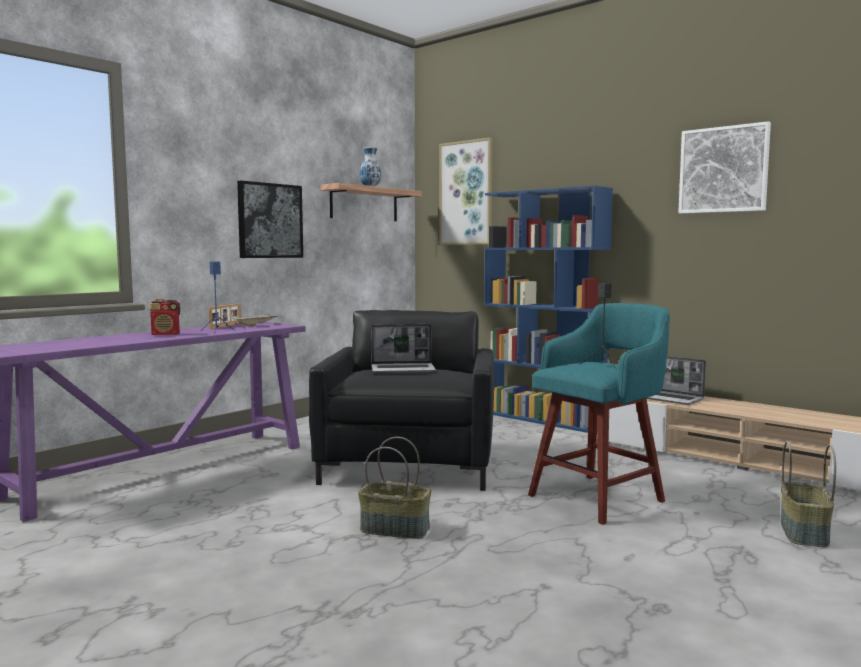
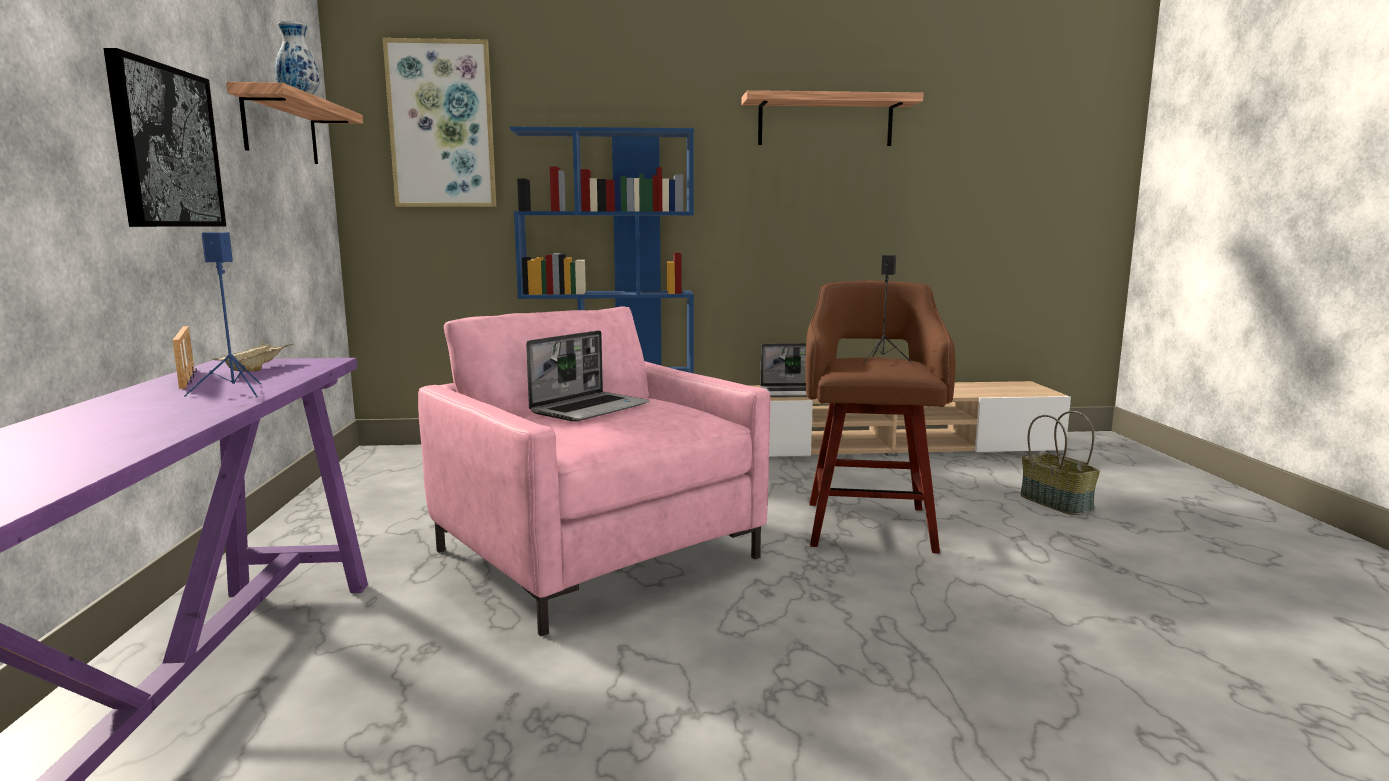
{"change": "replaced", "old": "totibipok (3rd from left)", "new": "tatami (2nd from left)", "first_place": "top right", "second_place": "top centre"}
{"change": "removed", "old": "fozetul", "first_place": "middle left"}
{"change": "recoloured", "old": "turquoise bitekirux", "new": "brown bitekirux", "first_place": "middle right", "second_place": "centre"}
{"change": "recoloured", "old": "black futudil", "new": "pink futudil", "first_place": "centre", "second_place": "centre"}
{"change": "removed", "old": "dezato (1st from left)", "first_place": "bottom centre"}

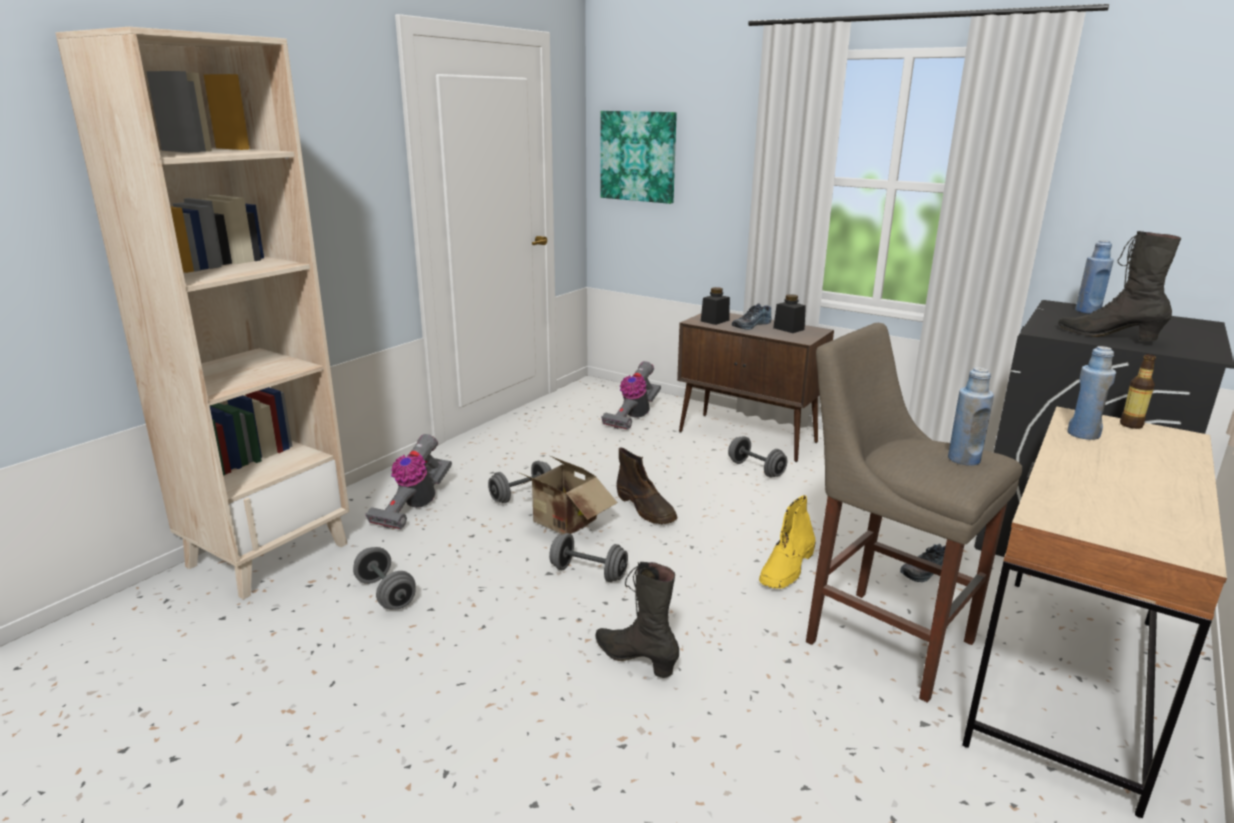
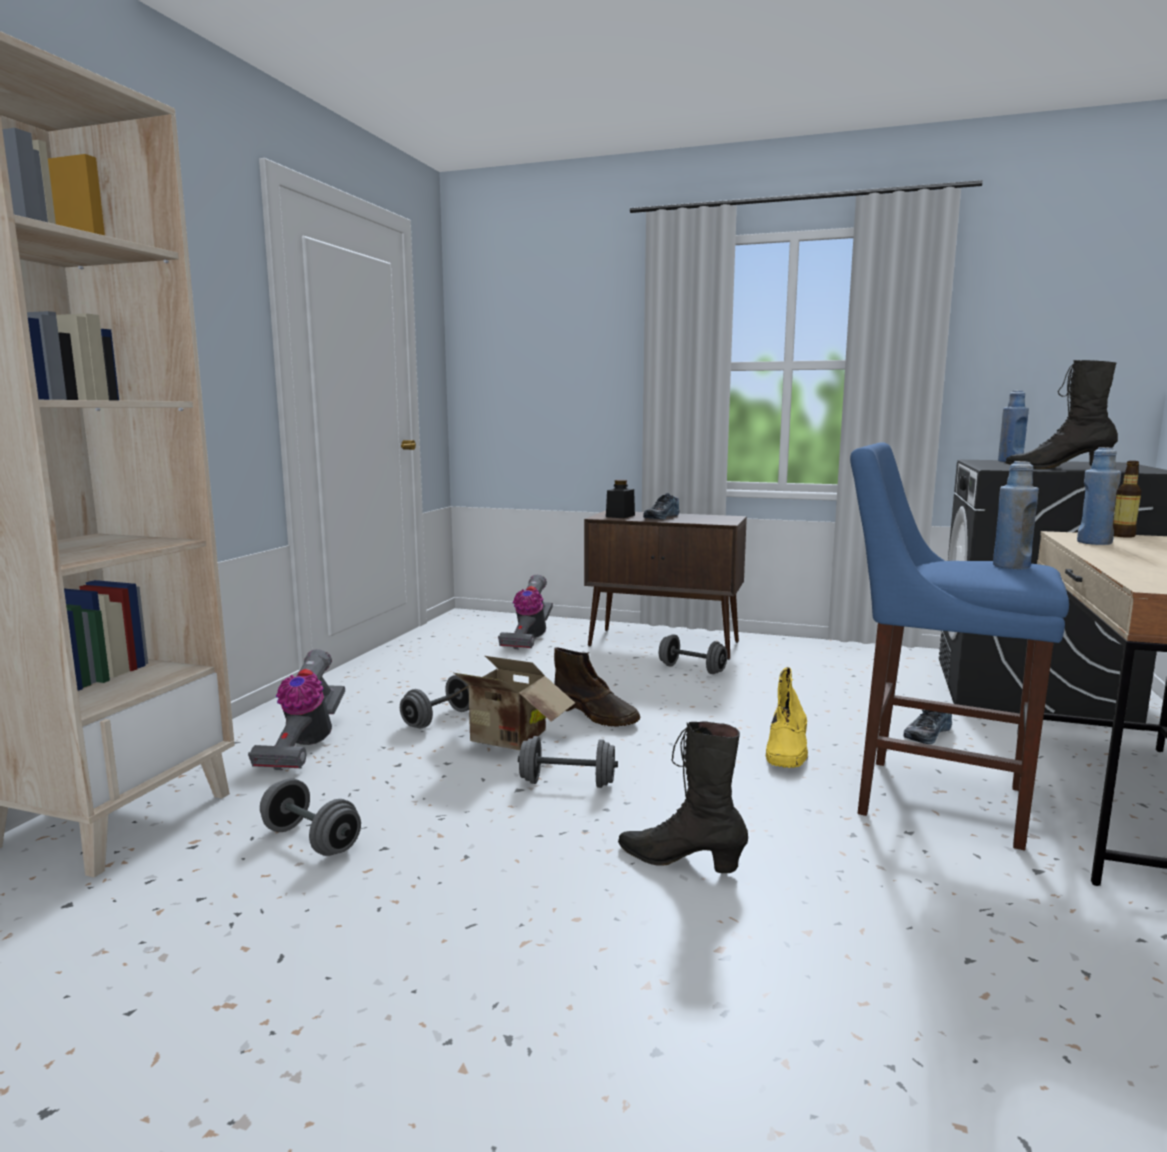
{"change": "removed", "old": "totibipok", "first_place": "top centre"}
{"change": "removed", "old": "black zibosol (2nd from left)", "first_place": "centre"}
{"change": "recoloured", "old": "beige bitekirux", "new": "blue bitekirux", "first_place": "middle right", "second_place": "middle right"}

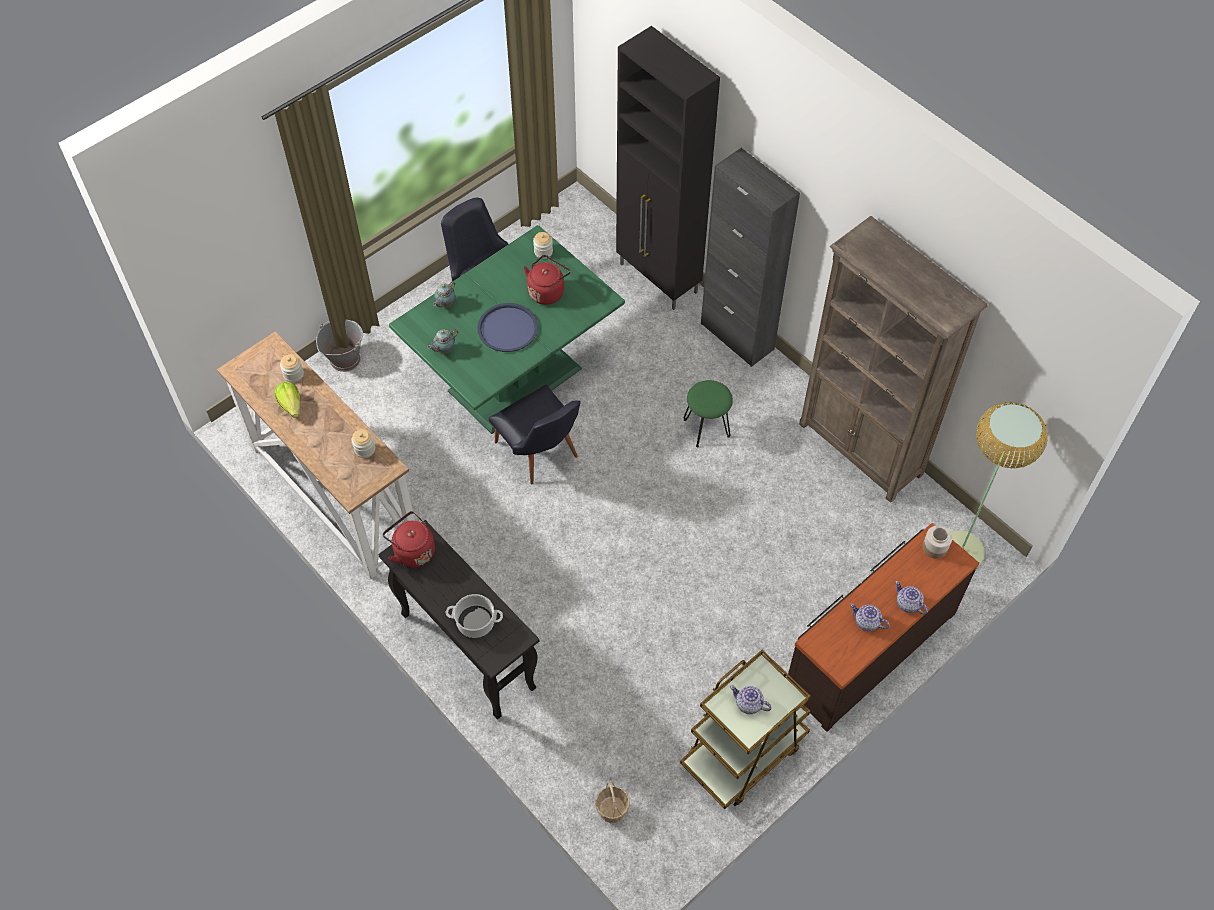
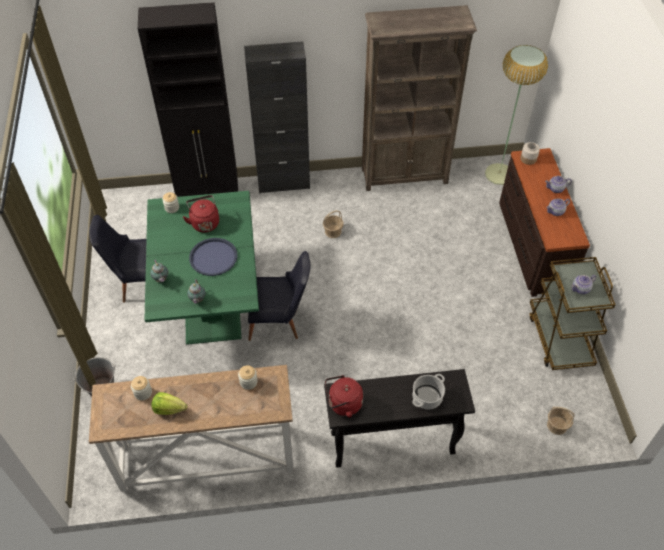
{"change": "replaced", "old": "green bitekirux", "new": "dezato (1st from left)", "first_place": "centre", "second_place": "centre"}

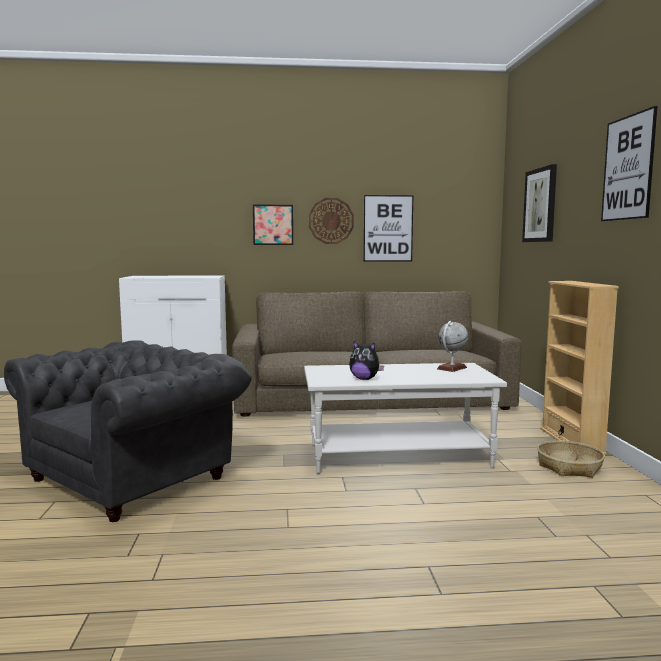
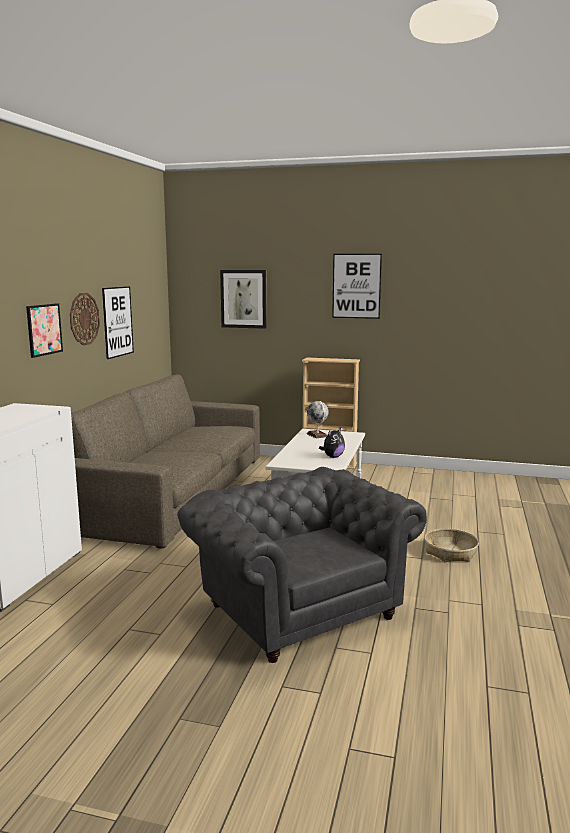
{"change": "moved", "old": "dezato", "first_place": "bottom right", "second_place": "middle right"}

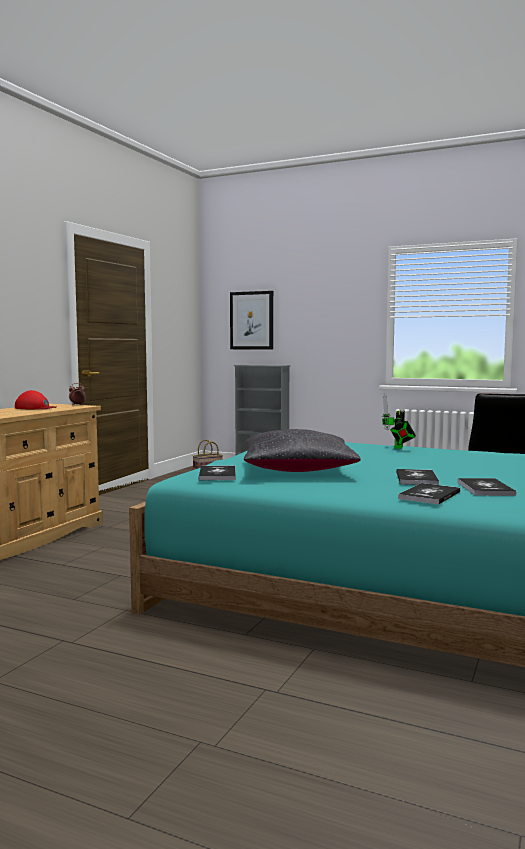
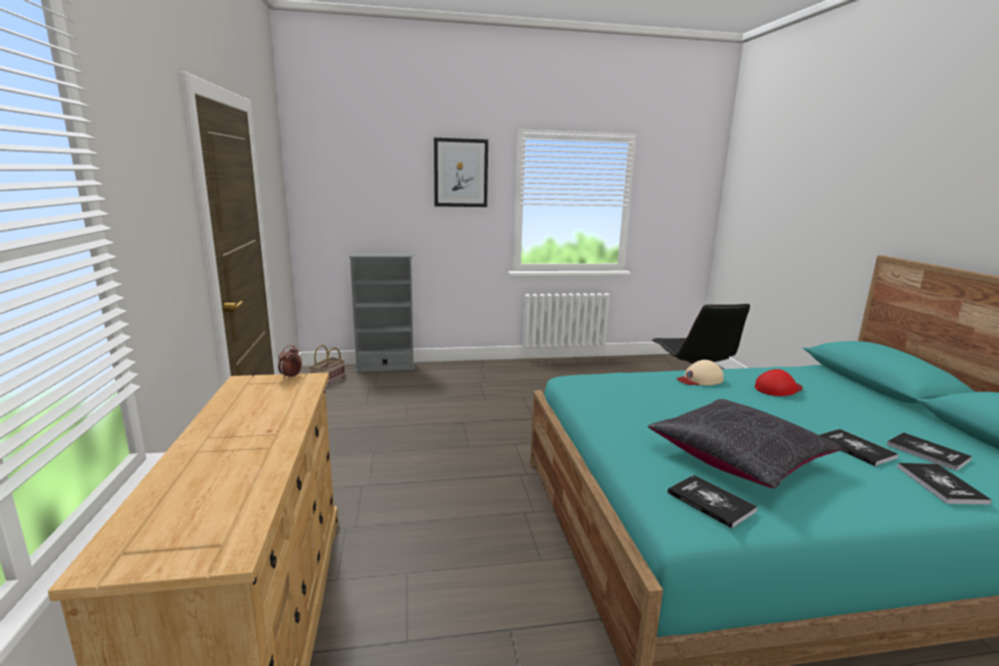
{"change": "moved", "old": "totibipok", "first_place": "centre", "second_place": "top centre"}
{"change": "moved", "old": "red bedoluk", "first_place": "middle left", "second_place": "middle right"}
{"change": "replaced", "old": "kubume", "new": "beige bedoluk", "first_place": "middle right", "second_place": "middle right"}

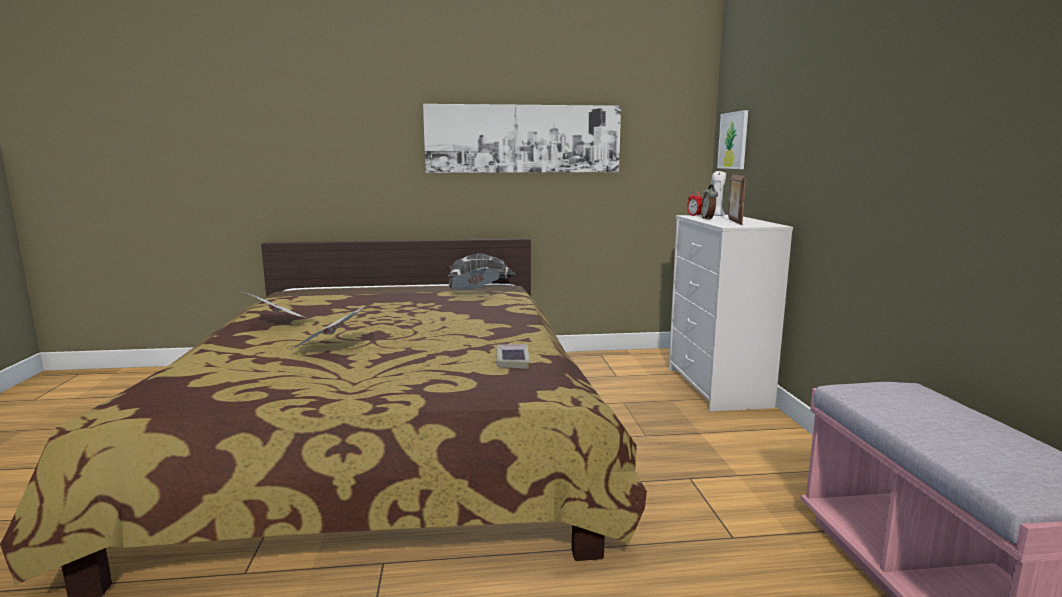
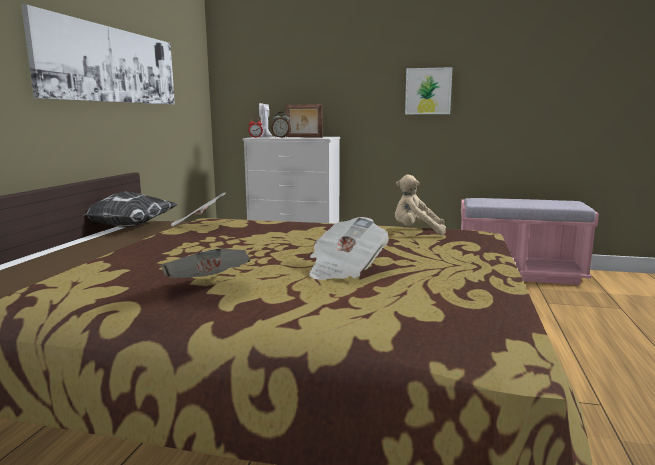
{"change": "moved", "old": "totibipok (2nd from left)", "first_place": "top right", "second_place": "top centre"}
{"change": "replaced", "old": "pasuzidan", "new": "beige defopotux", "first_place": "centre", "second_place": "centre"}

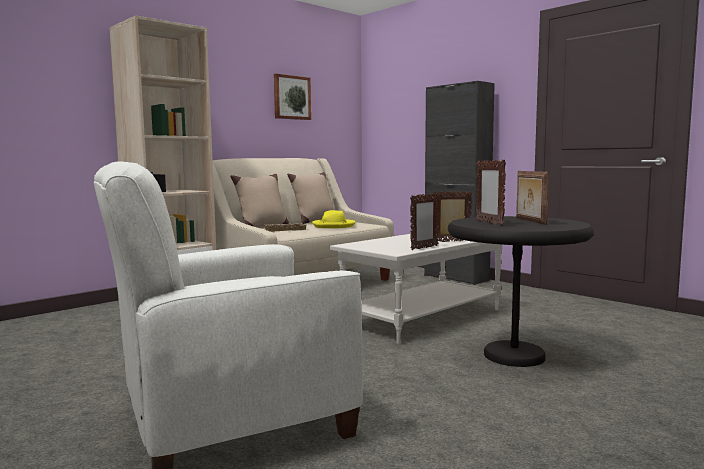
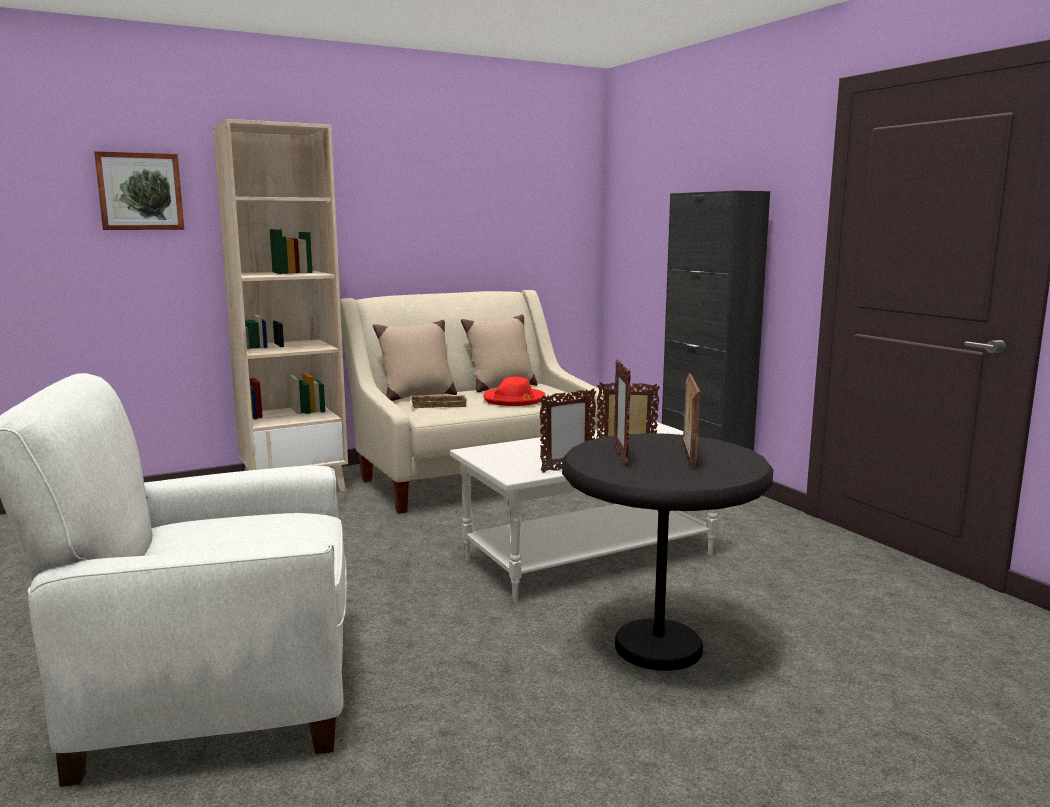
{"change": "moved", "old": "totibipok", "first_place": "top centre", "second_place": "top left"}
{"change": "recoloured", "old": "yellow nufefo", "new": "red nufefo", "first_place": "centre", "second_place": "centre"}

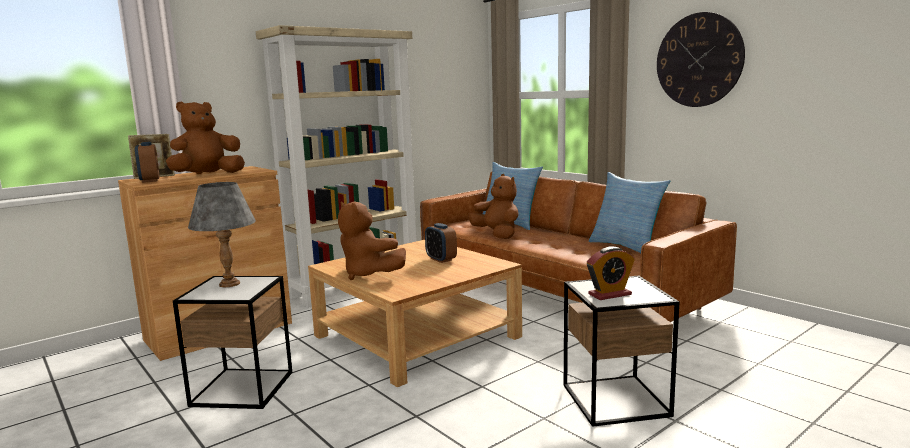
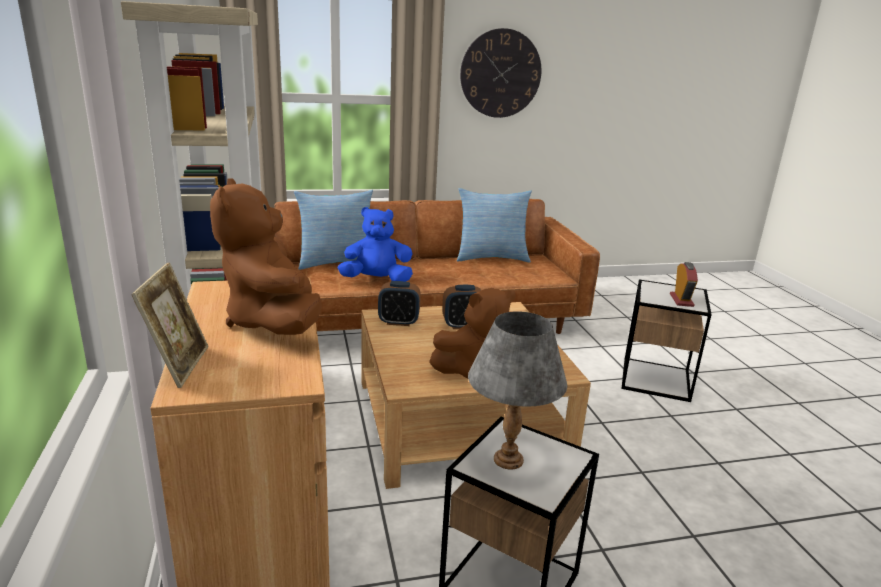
{"change": "moved", "old": "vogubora (1st from left)", "first_place": "middle left", "second_place": "centre"}
{"change": "recoloured", "old": "brown defopotux (3rd from left)", "new": "blue defopotux", "first_place": "centre", "second_place": "centre"}

